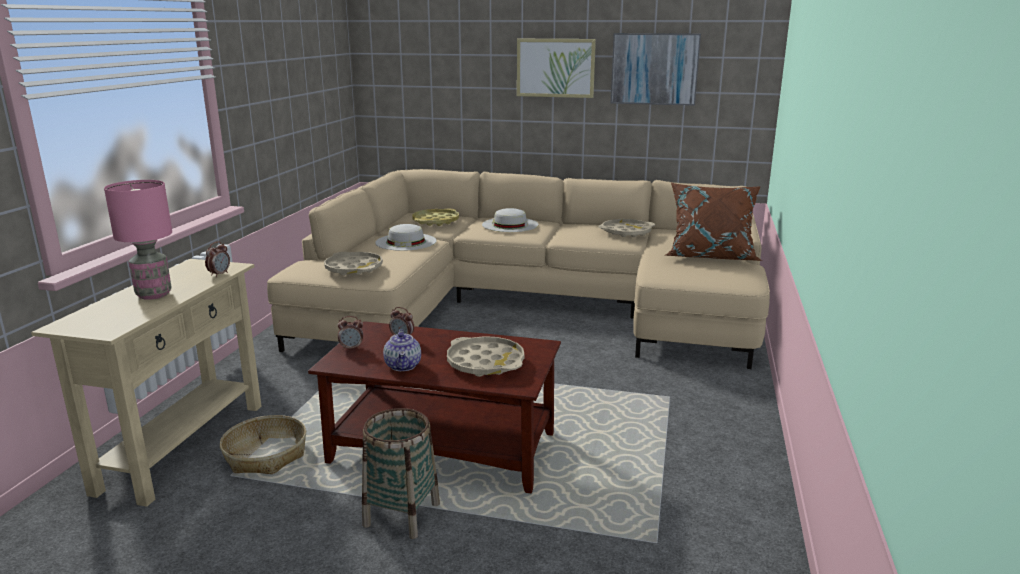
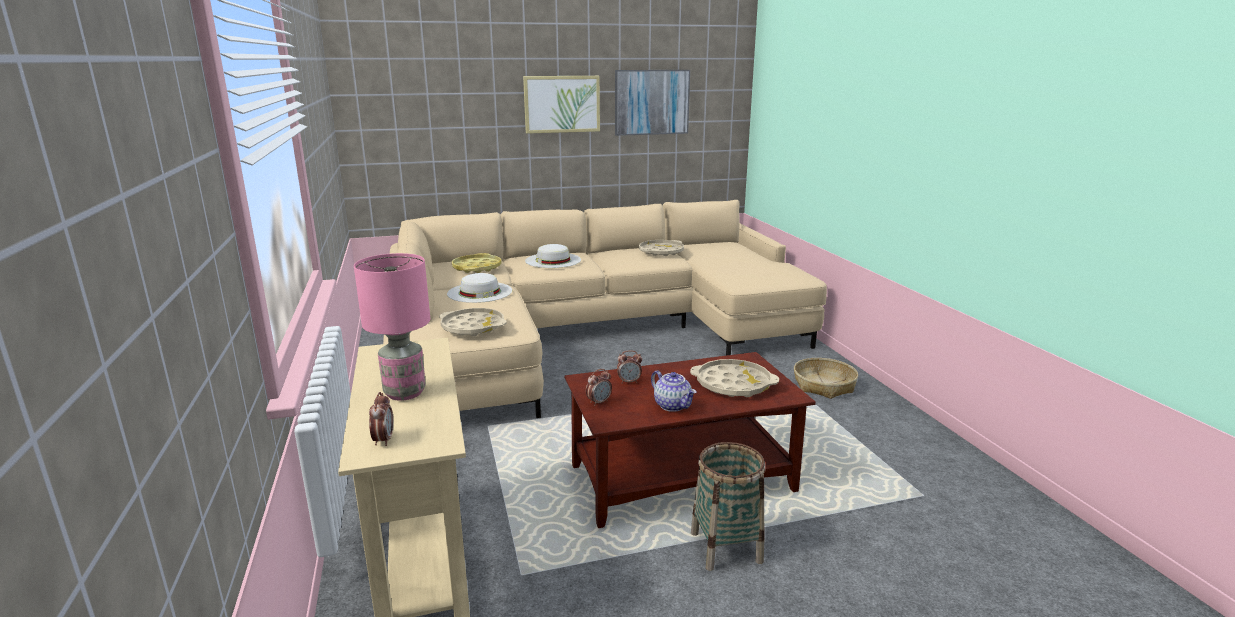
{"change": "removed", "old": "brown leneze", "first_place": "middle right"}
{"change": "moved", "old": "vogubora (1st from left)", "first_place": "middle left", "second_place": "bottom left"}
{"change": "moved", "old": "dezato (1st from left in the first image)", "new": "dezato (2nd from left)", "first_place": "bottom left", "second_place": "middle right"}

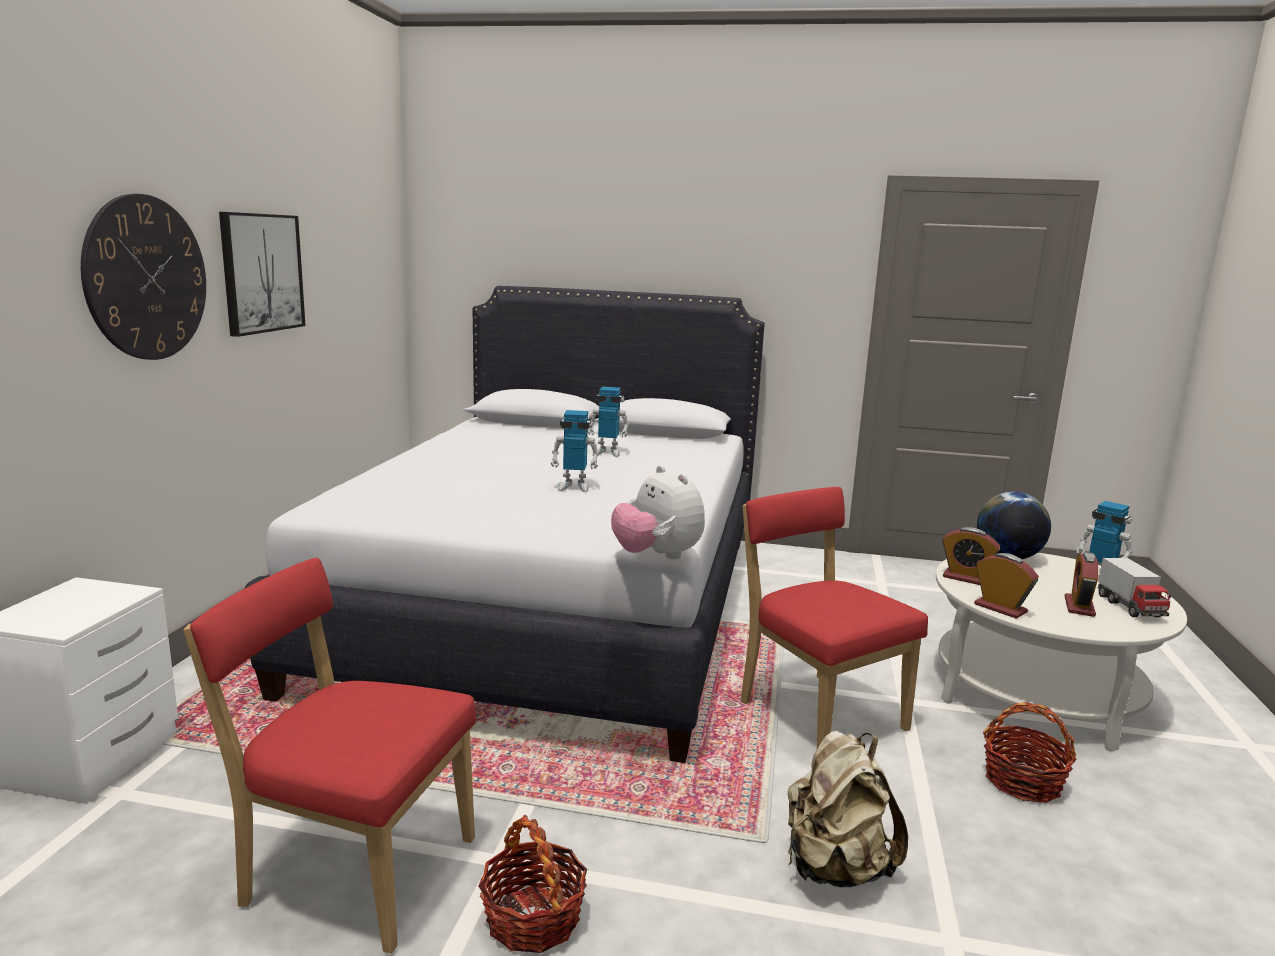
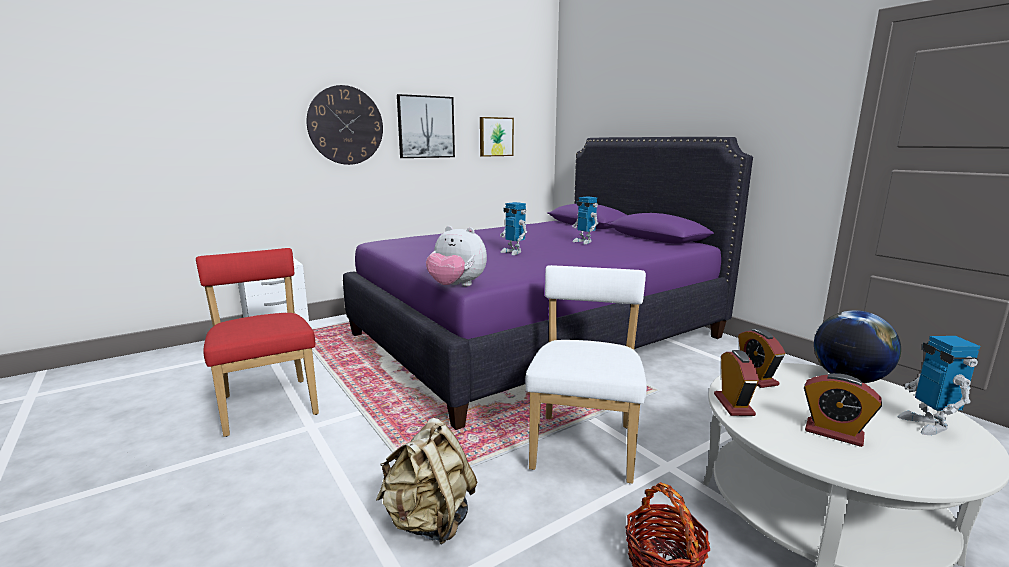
{"change": "recoloured", "old": "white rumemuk", "new": "purple rumemuk", "first_place": "centre", "second_place": "centre"}
{"change": "turned", "old": "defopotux", "first_place": "centre", "second_place": "centre", "degrees": -75}
{"change": "recoloured", "old": "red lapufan (2nd from left)", "new": "white lapufan", "first_place": "centre", "second_place": "centre"}
{"change": "turned", "old": "vogubora (3rd from left)", "first_place": "middle right", "second_place": "bottom right", "degrees": -120}
{"change": "removed", "old": "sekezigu", "first_place": "middle right"}
{"change": "removed", "old": "dezato (1st from left)", "first_place": "bottom centre"}
{"change": "added", "new": "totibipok (2nd from left)", "second_place": "top centre"}

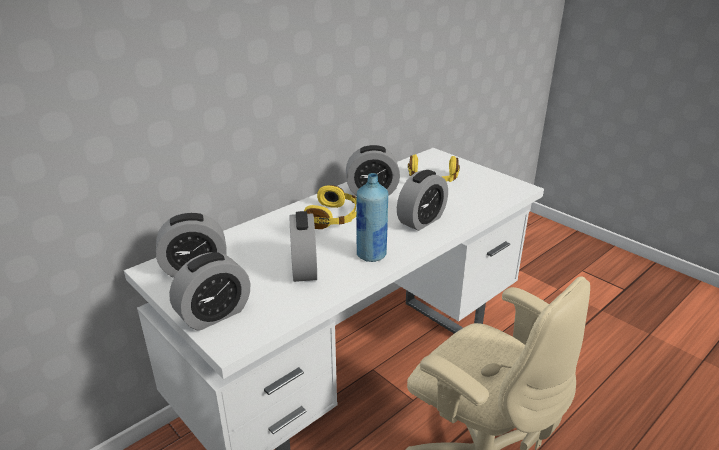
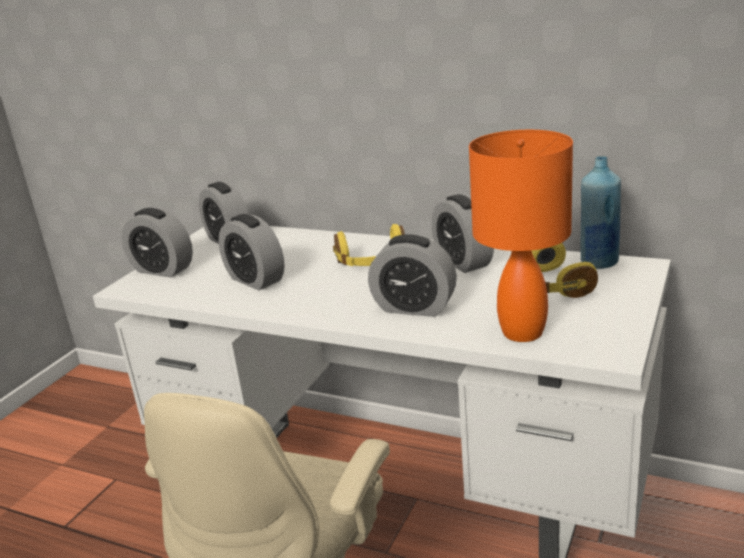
{"change": "moved", "old": "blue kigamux", "first_place": "centre", "second_place": "middle right"}
{"change": "turned", "old": "vogubora (3rd from left)", "first_place": "centre", "second_place": "centre", "degrees": -105}
{"change": "added", "new": "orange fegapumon", "second_place": "middle right"}

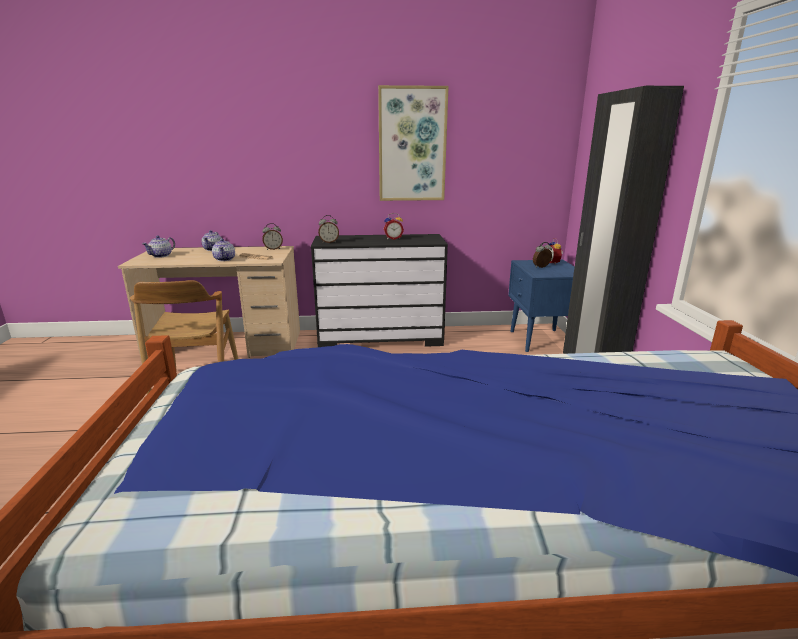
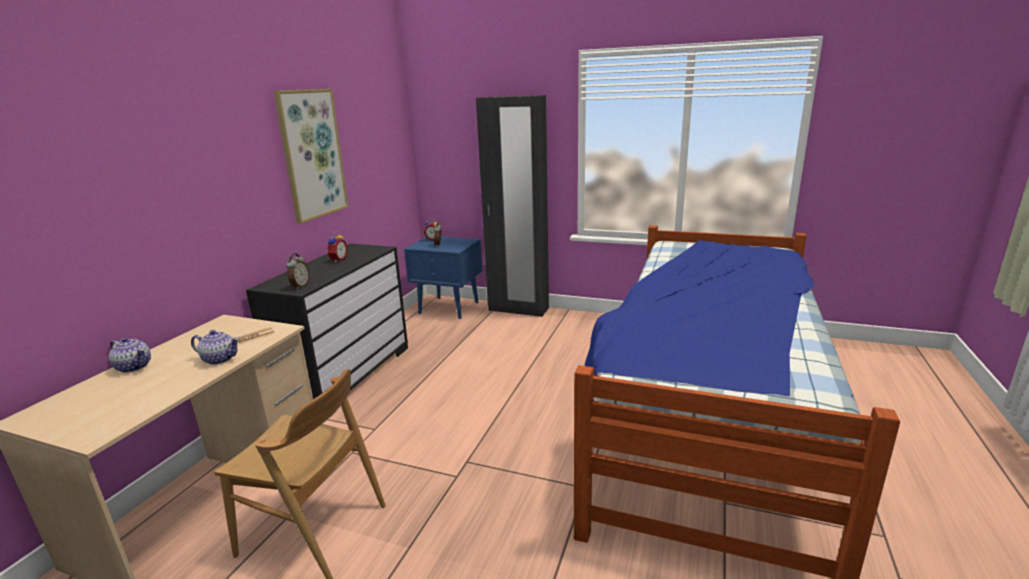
{"change": "removed", "old": "vogubora (1st from left)", "first_place": "centre"}
{"change": "removed", "old": "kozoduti (1st from left)", "first_place": "middle left"}

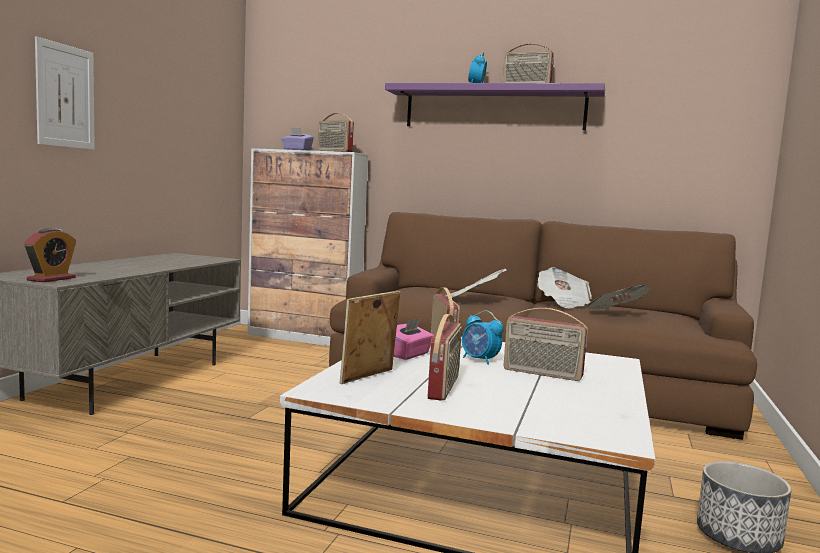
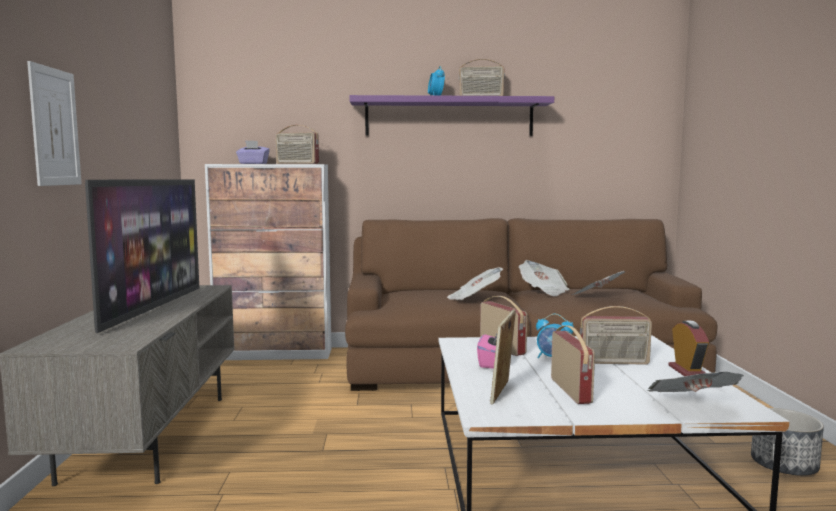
{"change": "moved", "old": "vogubora (1st from left in the first image)", "new": "vogubora (3rd from left)", "first_place": "middle left", "second_place": "bottom right"}
{"change": "added", "new": "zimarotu", "second_place": "middle left"}
{"change": "added", "new": "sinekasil (4th from left)", "second_place": "bottom right"}

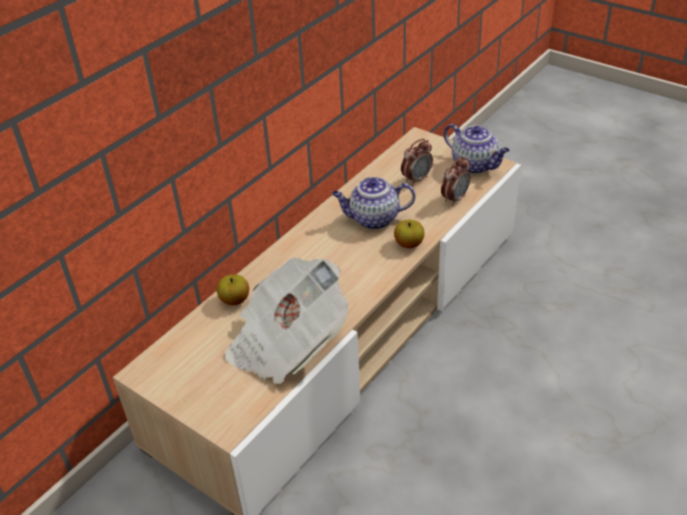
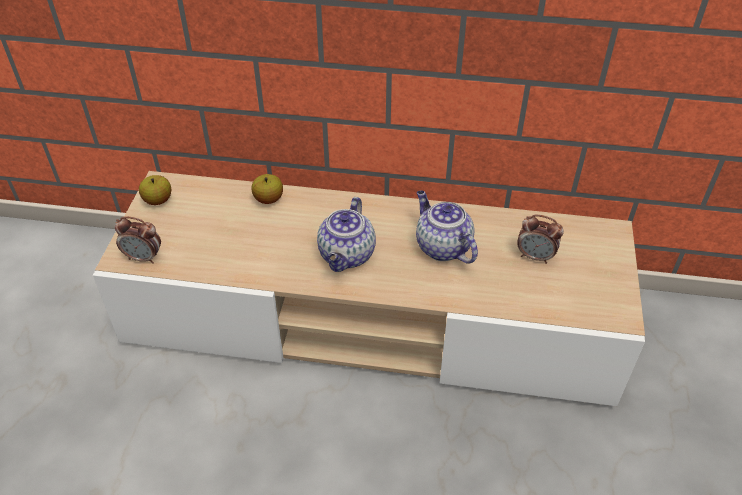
{"change": "moved", "old": "kozoduti (2nd from left in the first image)", "new": "kozoduti (1st from left)", "first_place": "top right", "second_place": "centre"}
{"change": "moved", "old": "vogubora (2nd from left in the first image)", "new": "vogubora (1st from left)", "first_place": "centre", "second_place": "middle left"}
{"change": "moved", "old": "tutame (2nd from left in the first image)", "new": "tutame (1st from left)", "first_place": "centre", "second_place": "middle left"}
{"change": "removed", "old": "sinekasil", "first_place": "centre"}

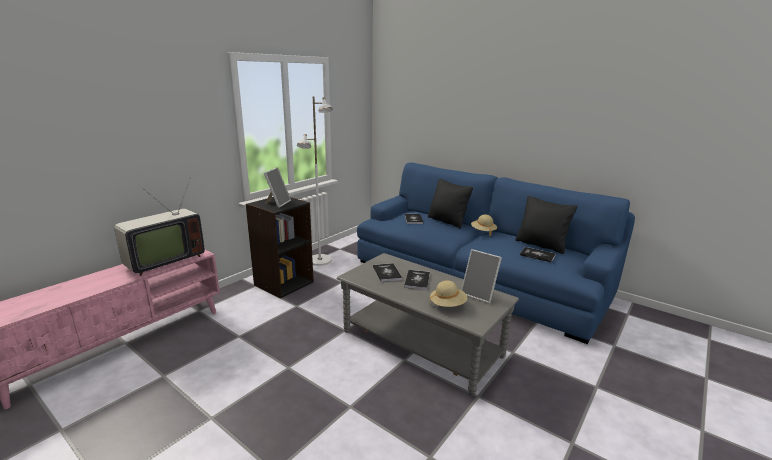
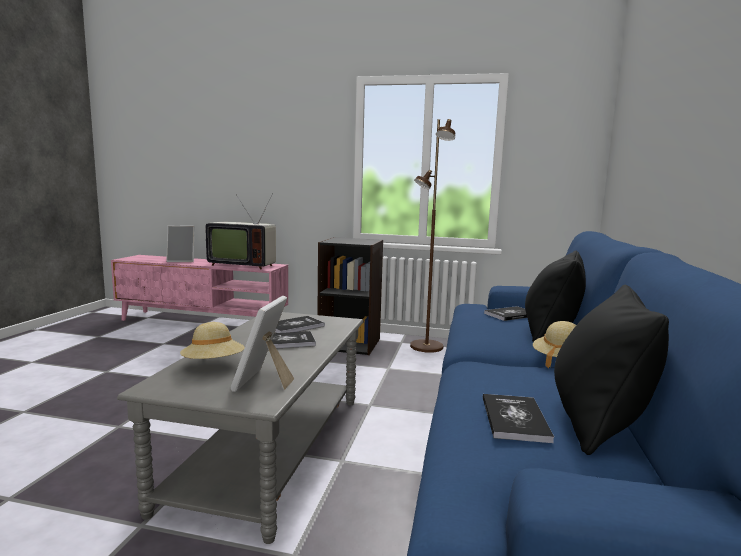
{"change": "recoloured", "old": "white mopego", "new": "brown mopego", "first_place": "centre", "second_place": "centre"}
{"change": "moved", "old": "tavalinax (1st from left)", "first_place": "centre", "second_place": "middle left"}

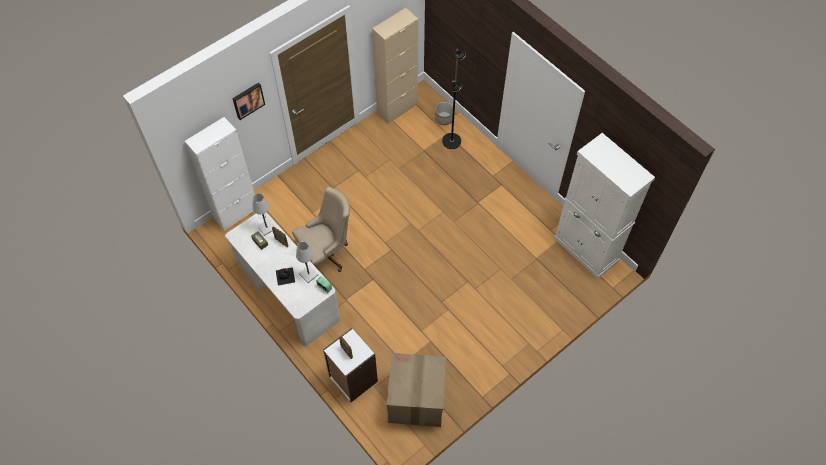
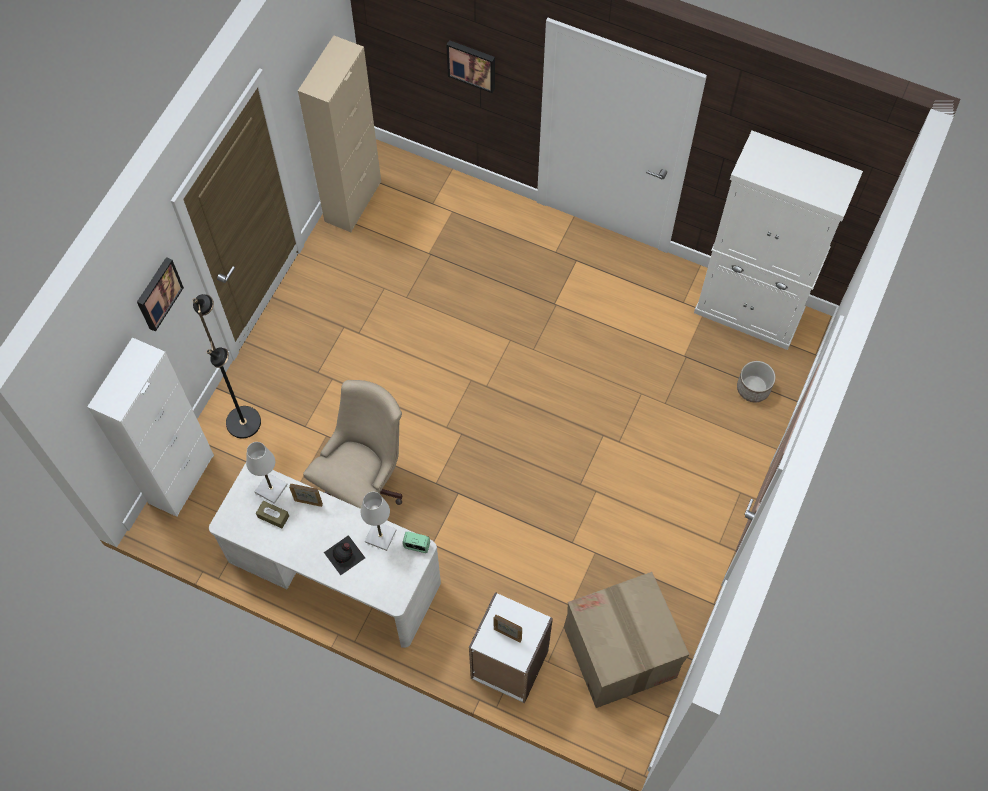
{"change": "moved", "old": "black mopego", "first_place": "top centre", "second_place": "middle left"}
{"change": "moved", "old": "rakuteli", "first_place": "top centre", "second_place": "middle right"}
{"change": "added", "new": "totibipok (2nd from left)", "second_place": "top centre"}

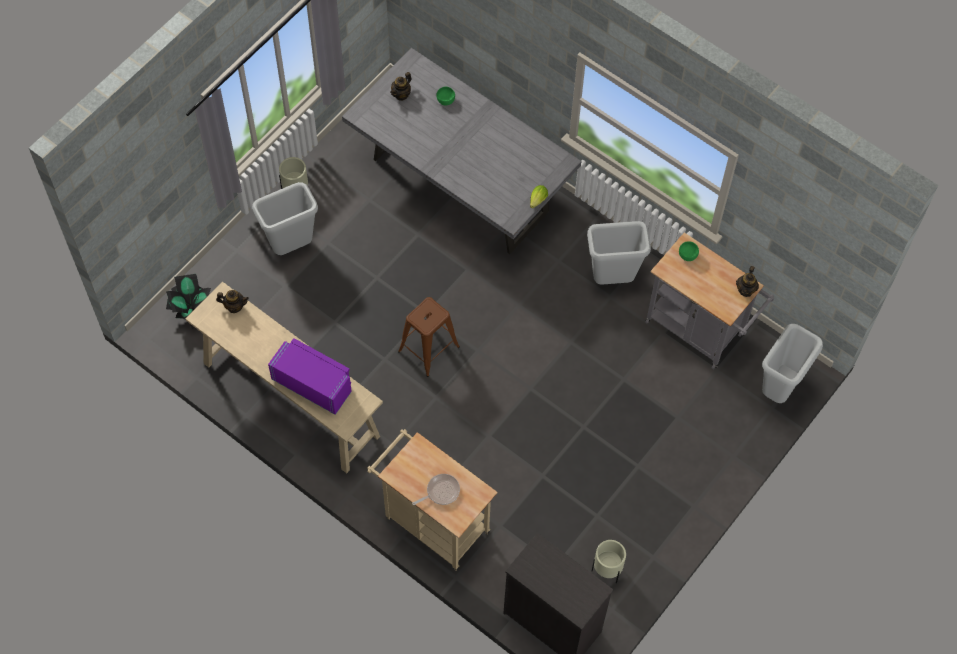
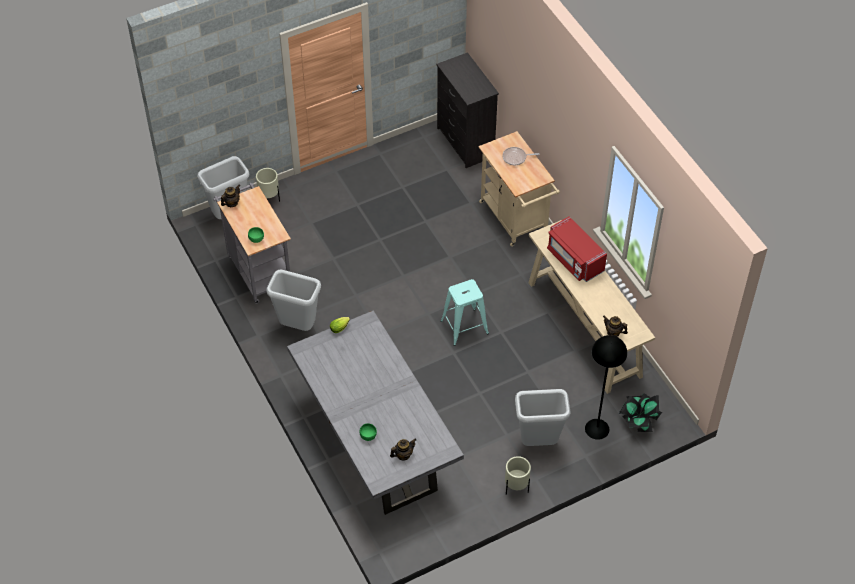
{"change": "recoloured", "old": "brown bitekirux", "new": "turquoise bitekirux", "first_place": "centre", "second_place": "centre"}
{"change": "recoloured", "old": "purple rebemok", "new": "red rebemok", "first_place": "middle left", "second_place": "middle right"}
{"change": "moved", "old": "beige rakuteli (2nd from left in the first image)", "new": "beige rakuteli (1st from left)", "first_place": "bottom centre", "second_place": "top left"}
{"change": "added", "new": "black mopego", "second_place": "middle right"}

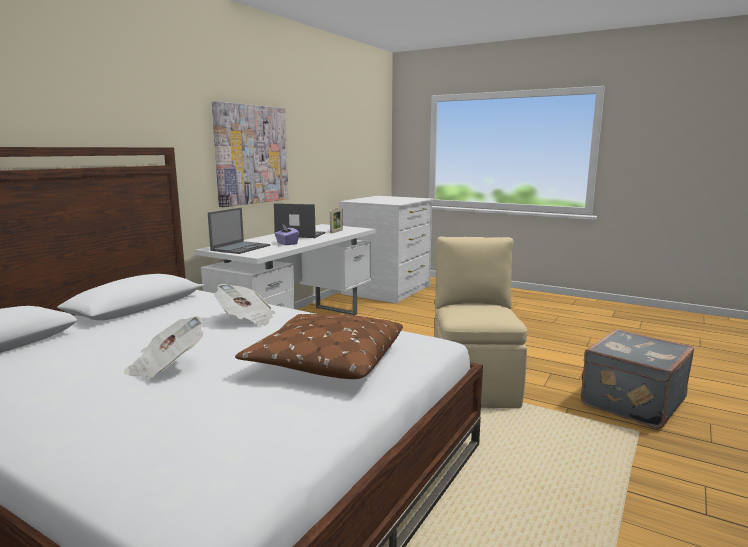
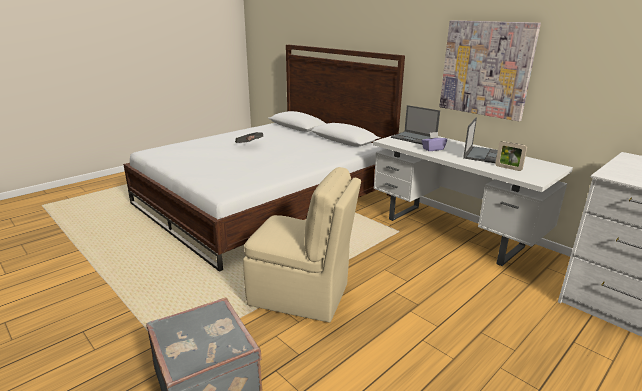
{"change": "removed", "old": "sinekasil (2nd from left)", "first_place": "middle left"}
{"change": "removed", "old": "brown leneze", "first_place": "centre"}

